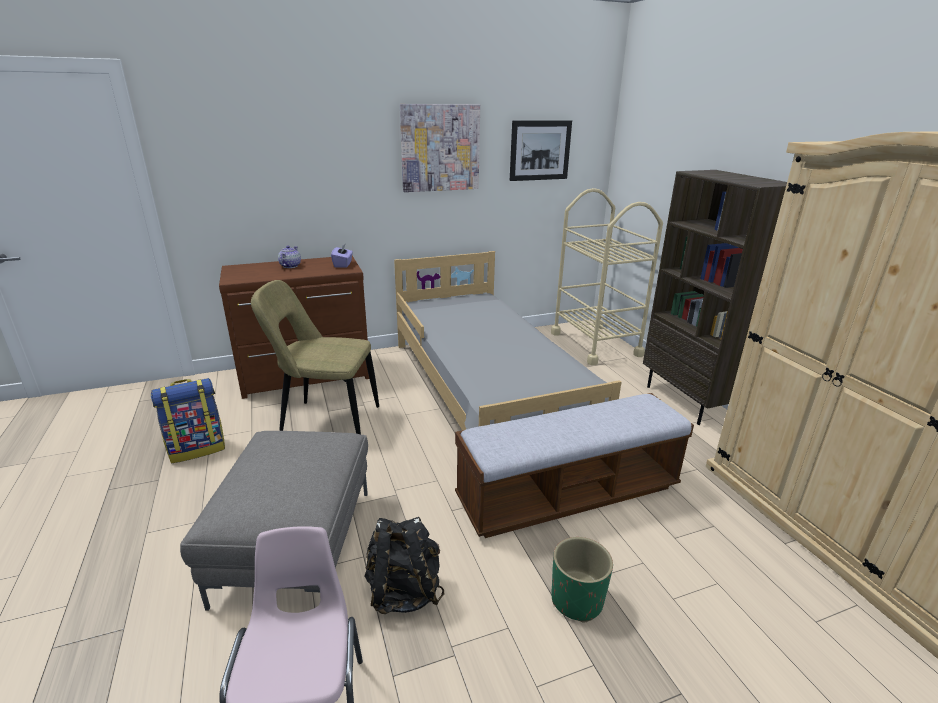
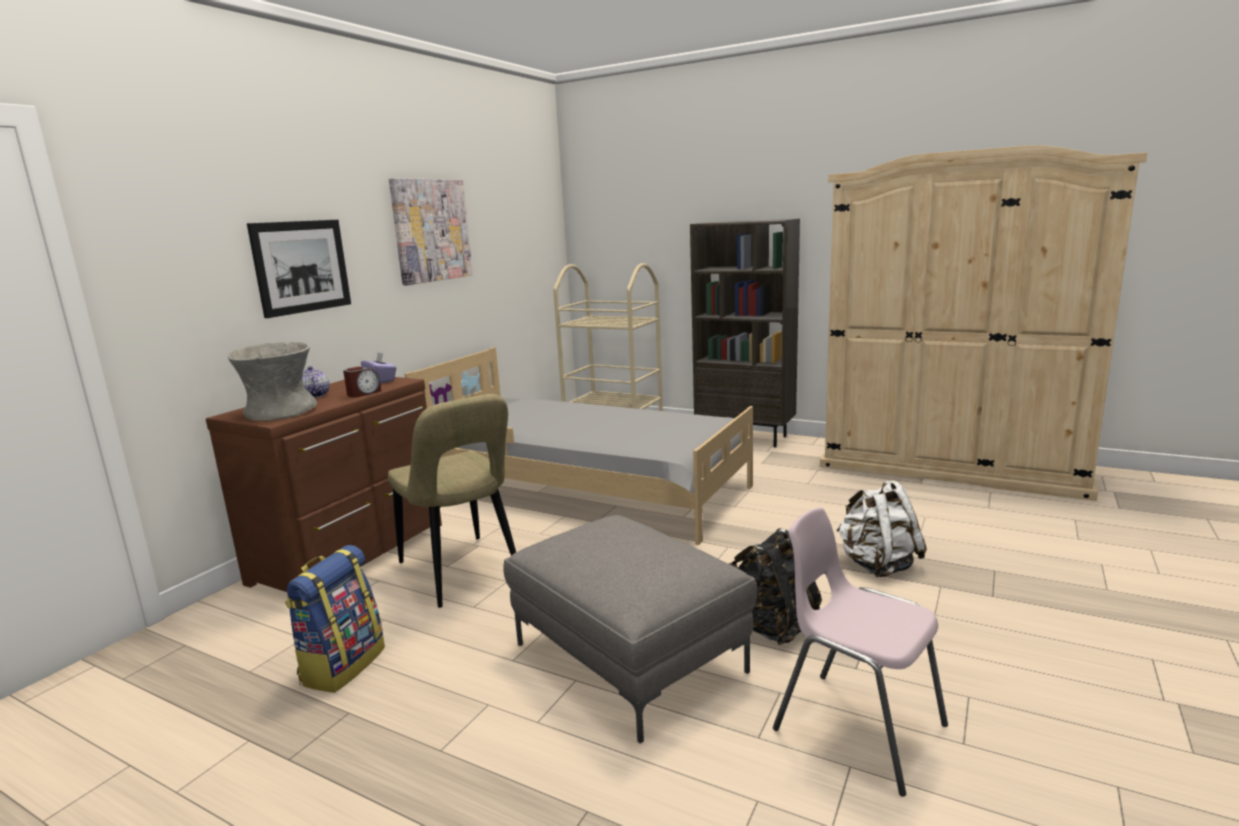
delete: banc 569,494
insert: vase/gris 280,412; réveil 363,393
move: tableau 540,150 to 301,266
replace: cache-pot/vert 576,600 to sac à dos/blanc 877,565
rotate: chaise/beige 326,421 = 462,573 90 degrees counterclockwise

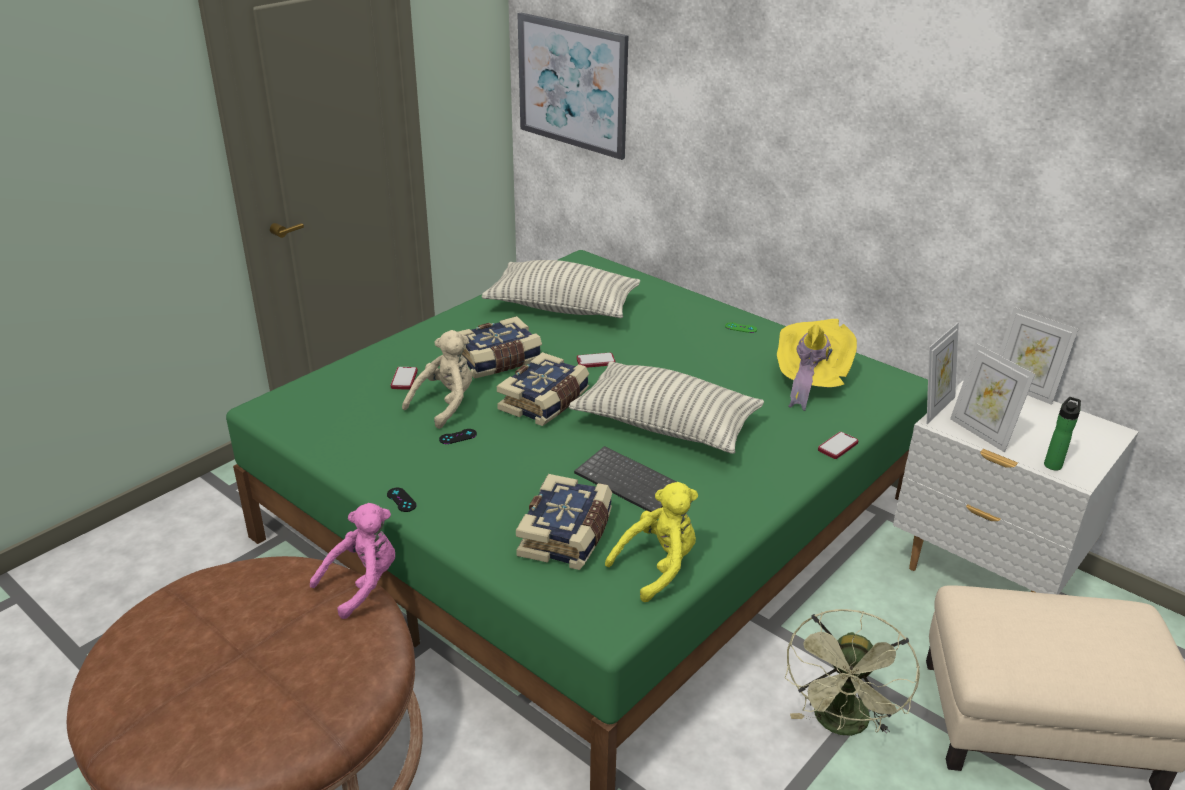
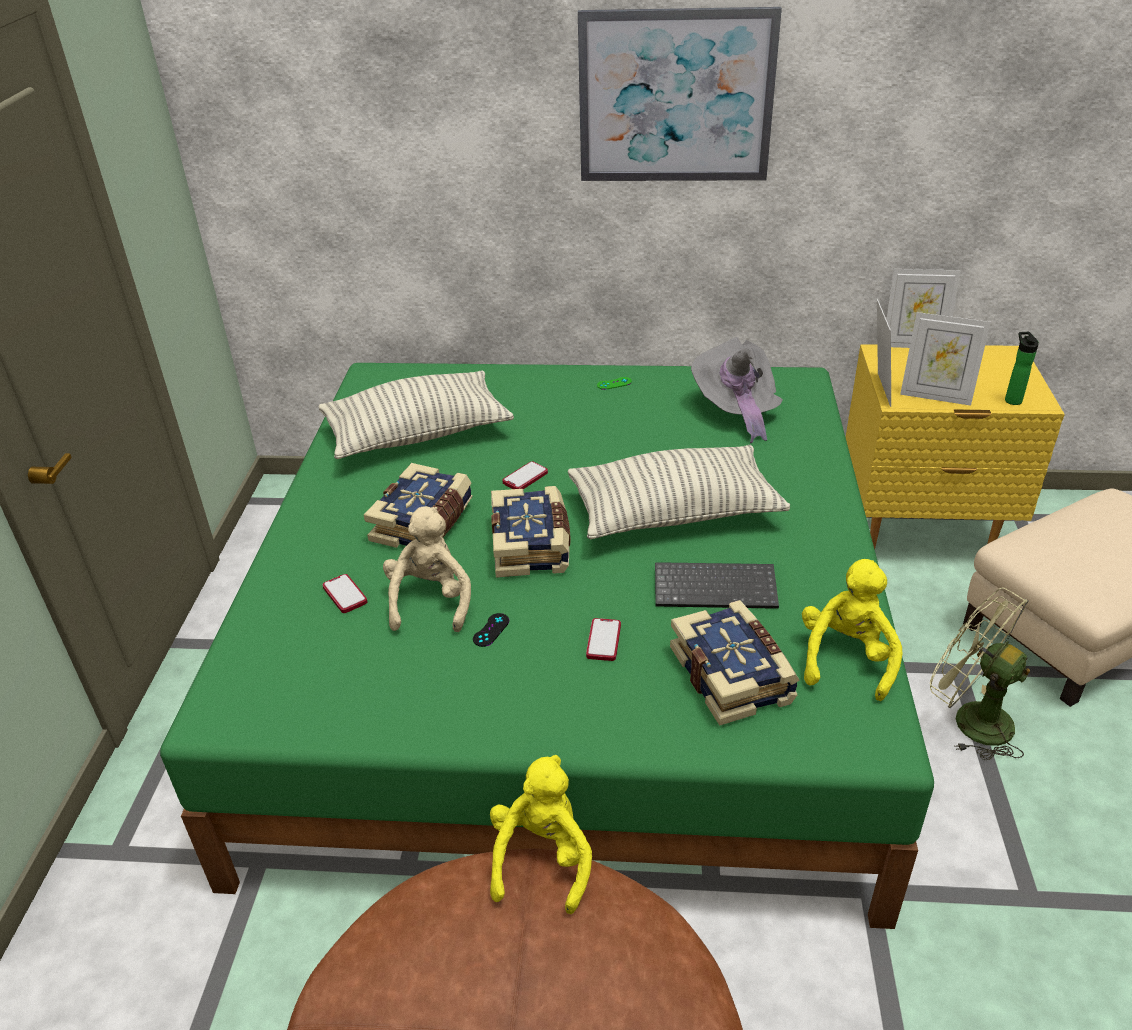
delete: manette/noir 401,500
move: tableau 572,85 to 675,97; téléphone 837,446 to 603,641
recolor: chapeau/jaune 809,382 to chapeau/gris 736,411; table de chevet/blanc 984,574 to table de chevet/jaune 922,527; peluche/rose 363,584 to peluche/jaune 542,859
rotate: ventilateur/vert 842,725 = 970,719 150 degrees clockwise

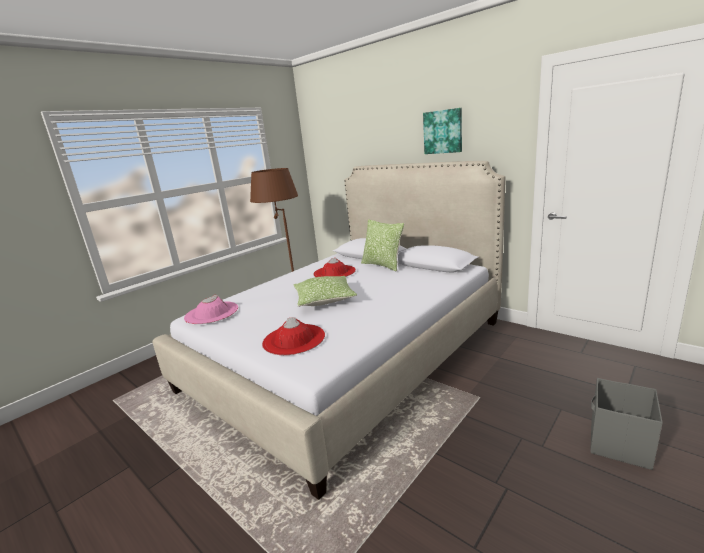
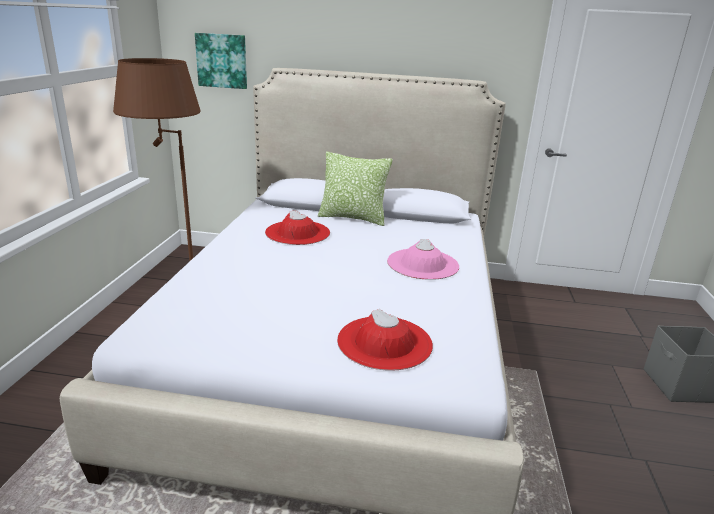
delete: coussin 324,299
move: tableau 443,131 to 222,60; chapeau/rose 211,313 to 422,264

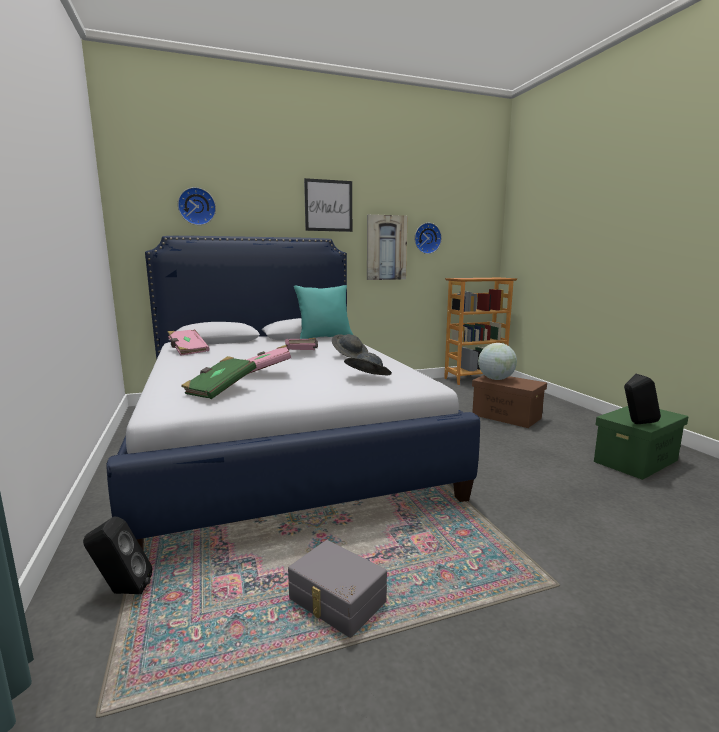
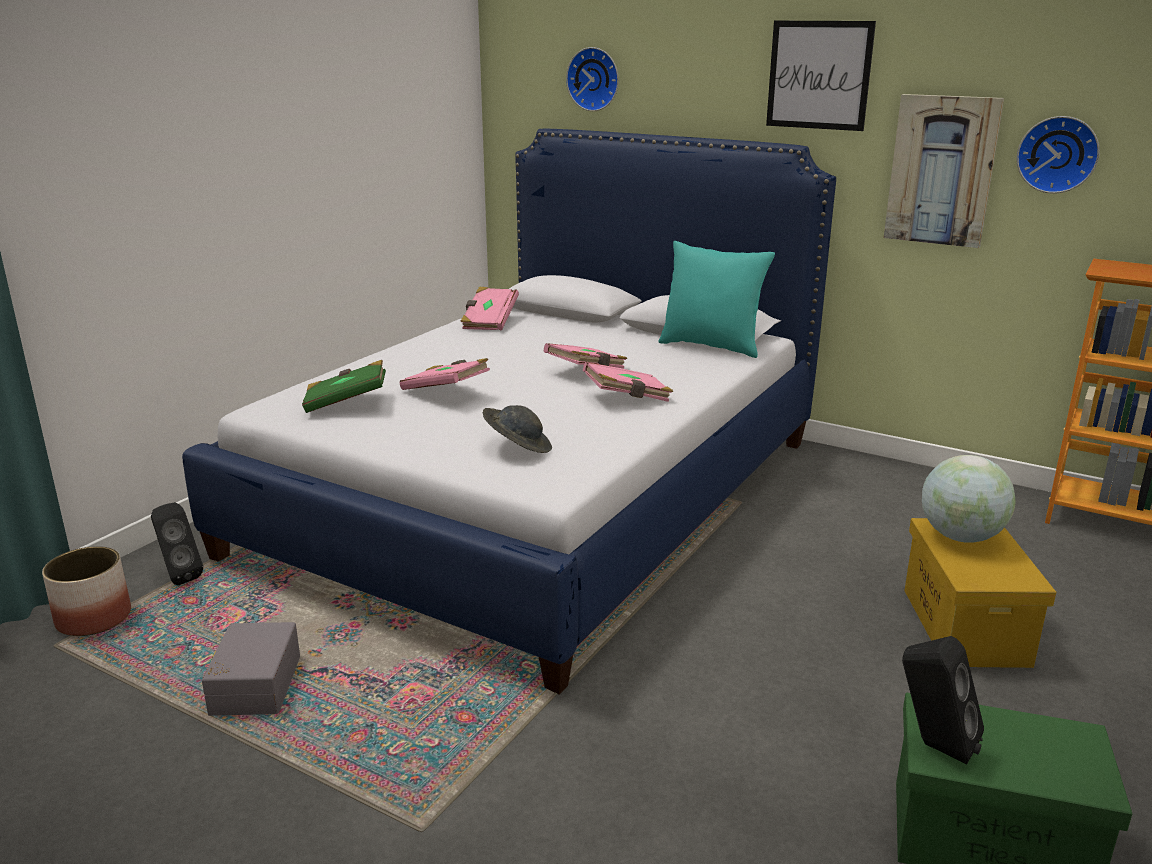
insert: cache-pot 93,618
replace: chapeau/gris 350,356 to livre/rose 627,398
recolor: boîte de rangement/marron 507,416 to boîte de rangement/jaune 966,627

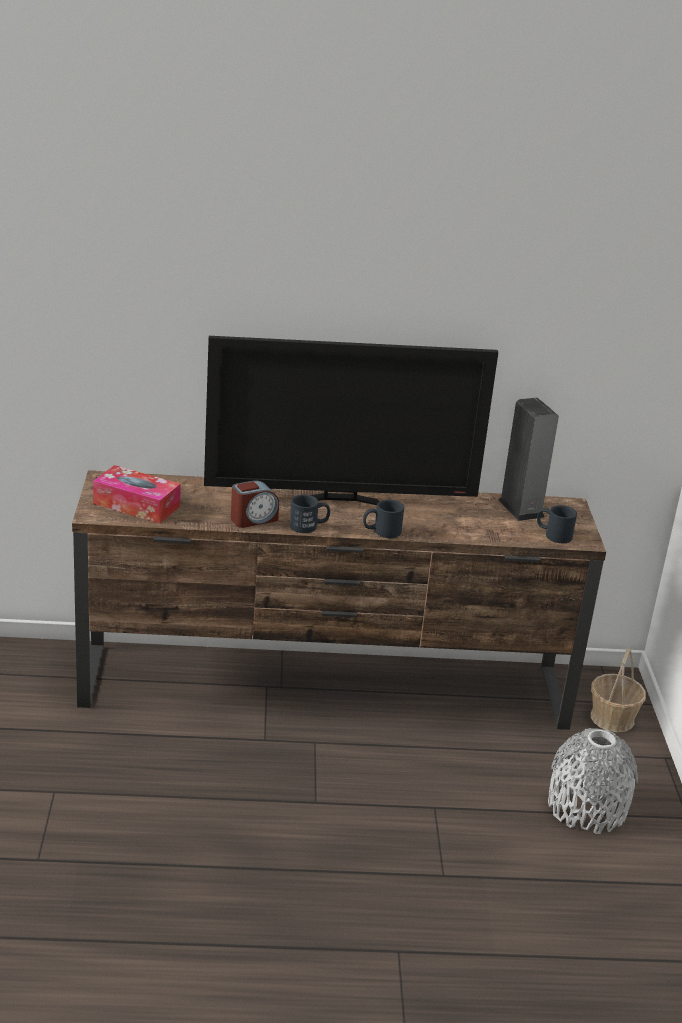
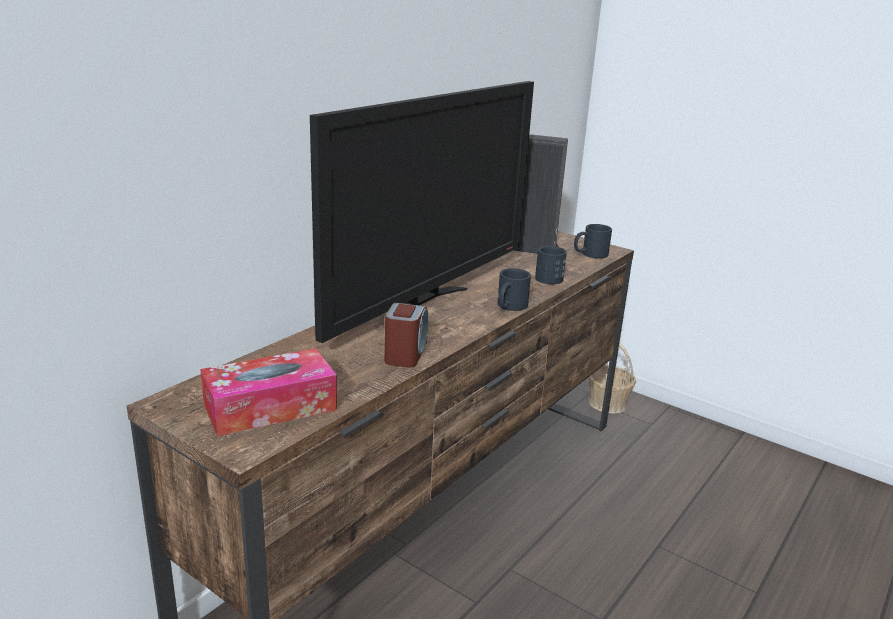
delete: vase/gris 587,807
move: mug/noir 309,526 to 551,277

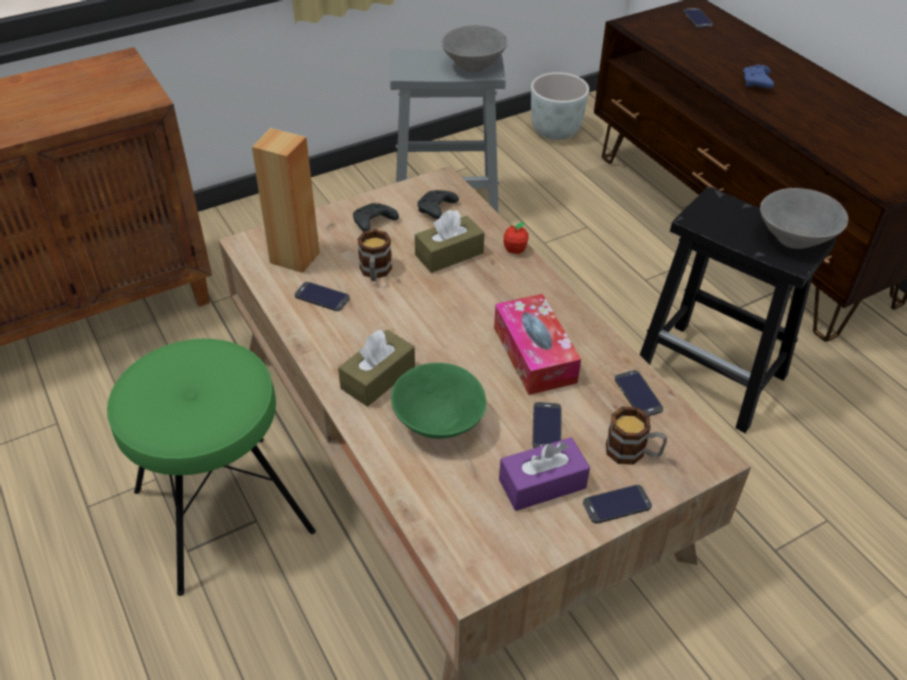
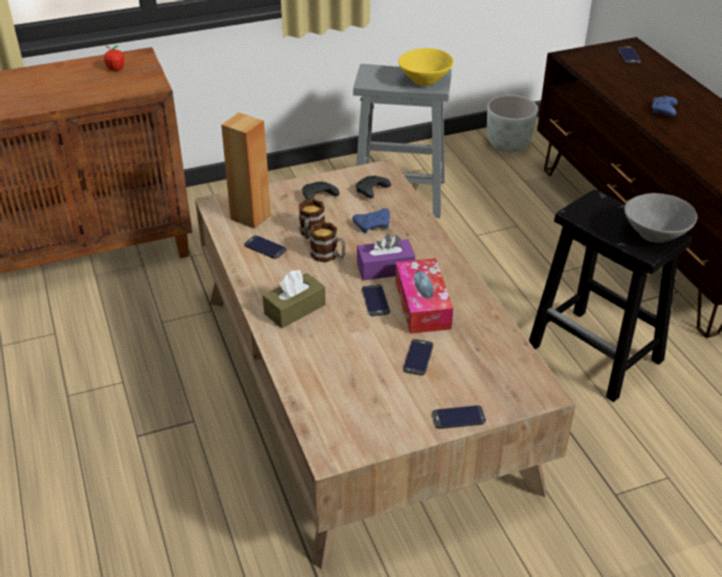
delete: tabouret/vert 223,511; bol/vert 439,424
move: pomme 515,250 to 116,69; téléphone 638,394 to 375,300; mug 633,452 to 329,256; boîte à mouchoirs/violet 542,484 to 385,268
replace: boîte à mouchoirs/marron 449,254 to manette/bleu 373,225
recolor: bol/gris 472,66 to bol/jaune 424,81

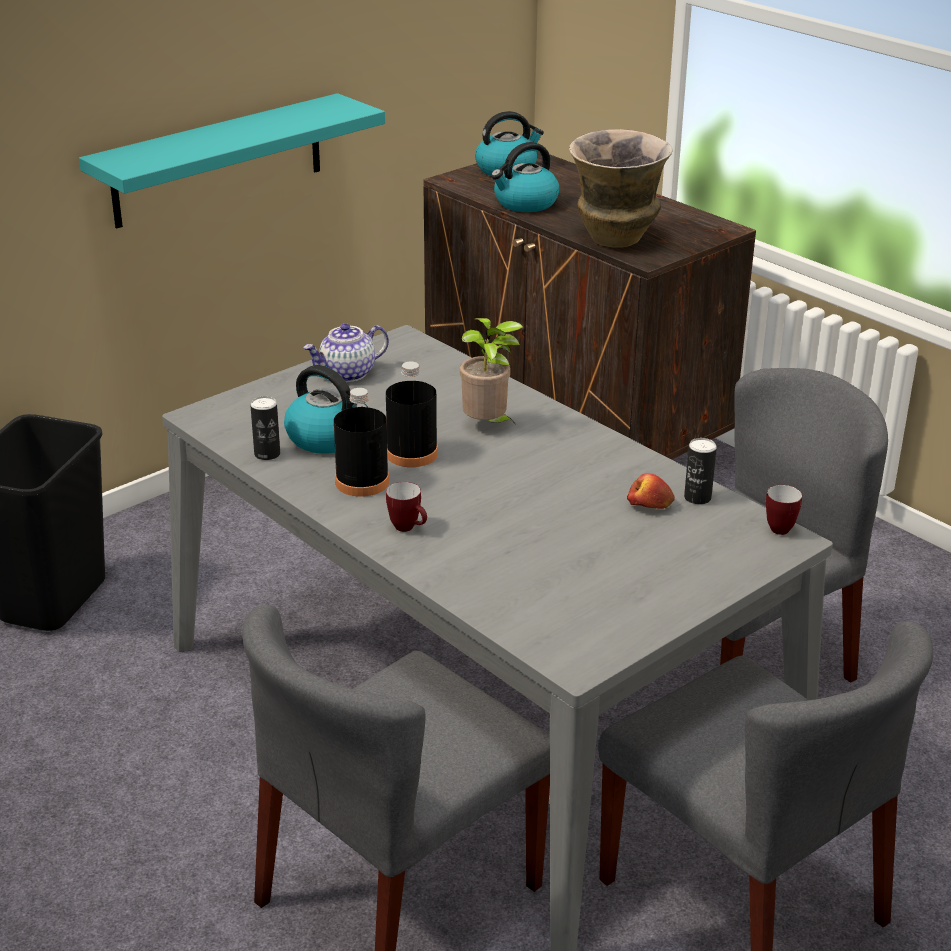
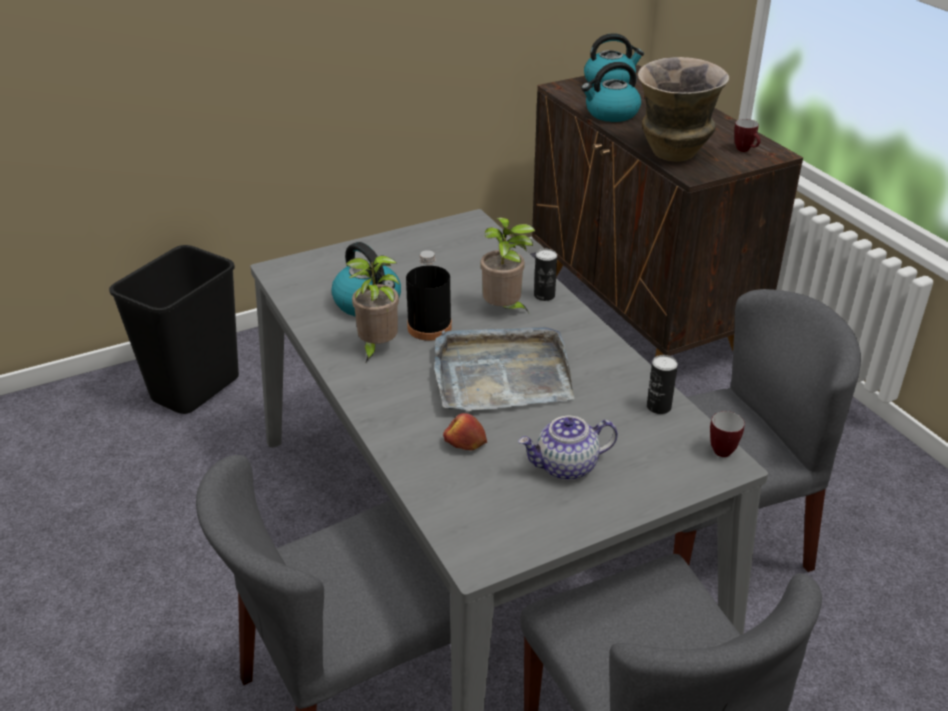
delete: étagère/turquoise 218,161
insert: plateau/gris 501,374
move: théière 347,374 to 566,467; boîte métallique 267,454 to 544,295; pomme 649,504 to 465,442; mug 408,528 to 745,150
replace: bouteille/noir 362,482 to plante en pot 376,348

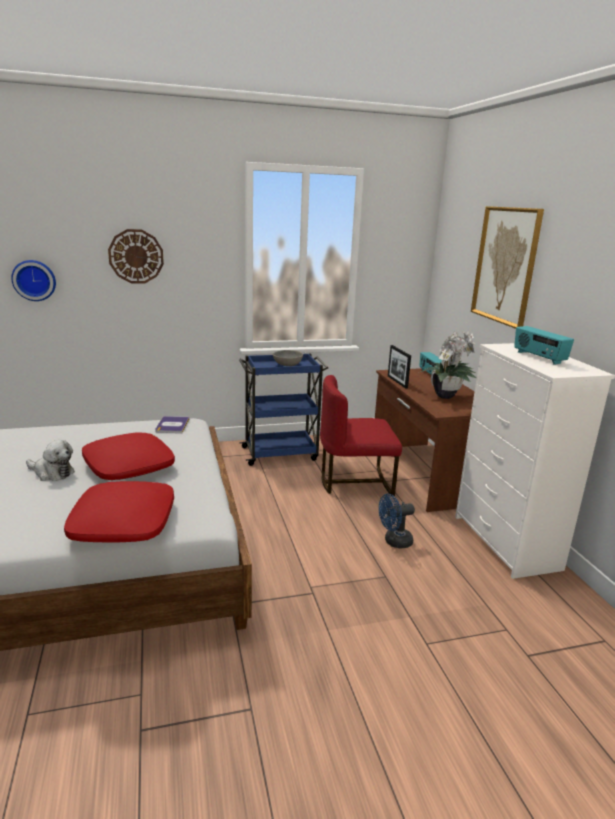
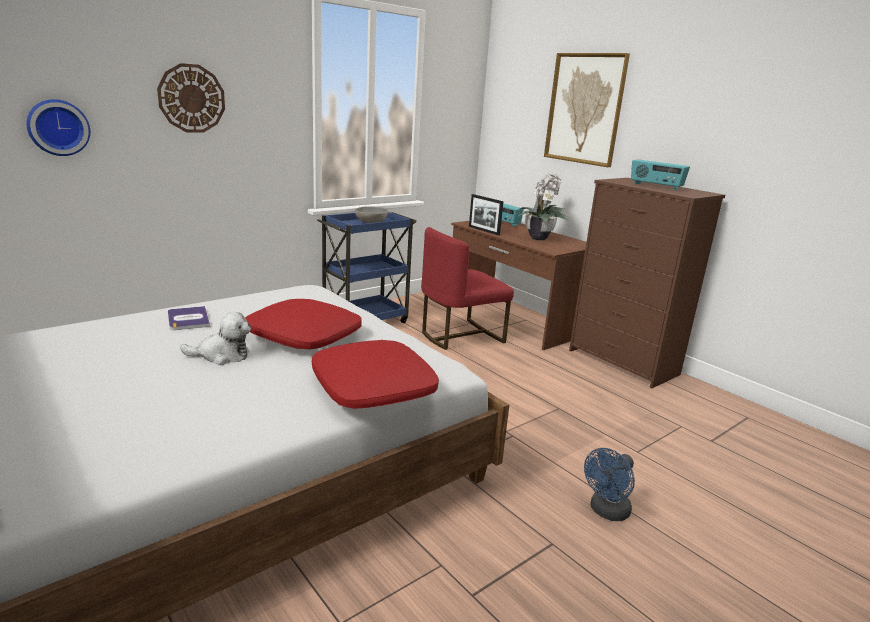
move: livre 172,425 to 188,319; ventilateur/bleu 394,542 to 606,512
recolor: commode/blanc 505,543 to commode/marron 623,363

